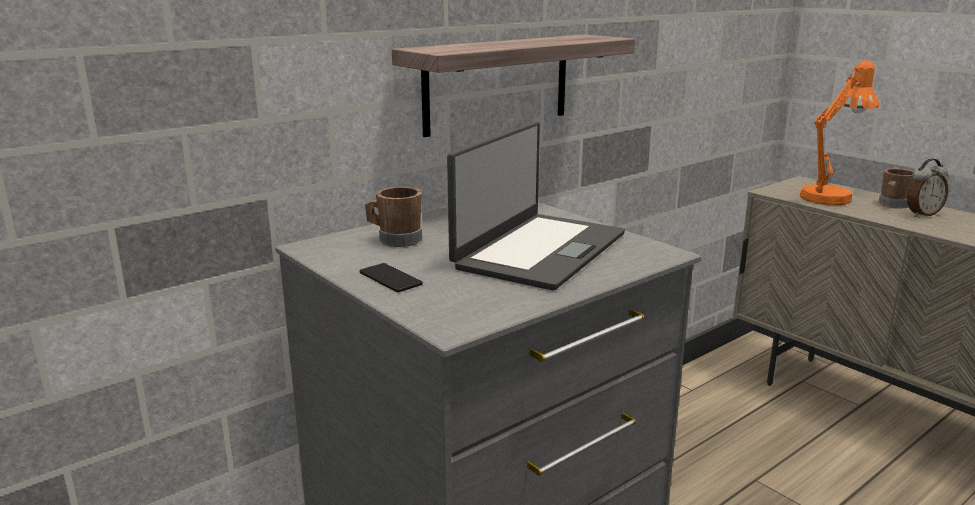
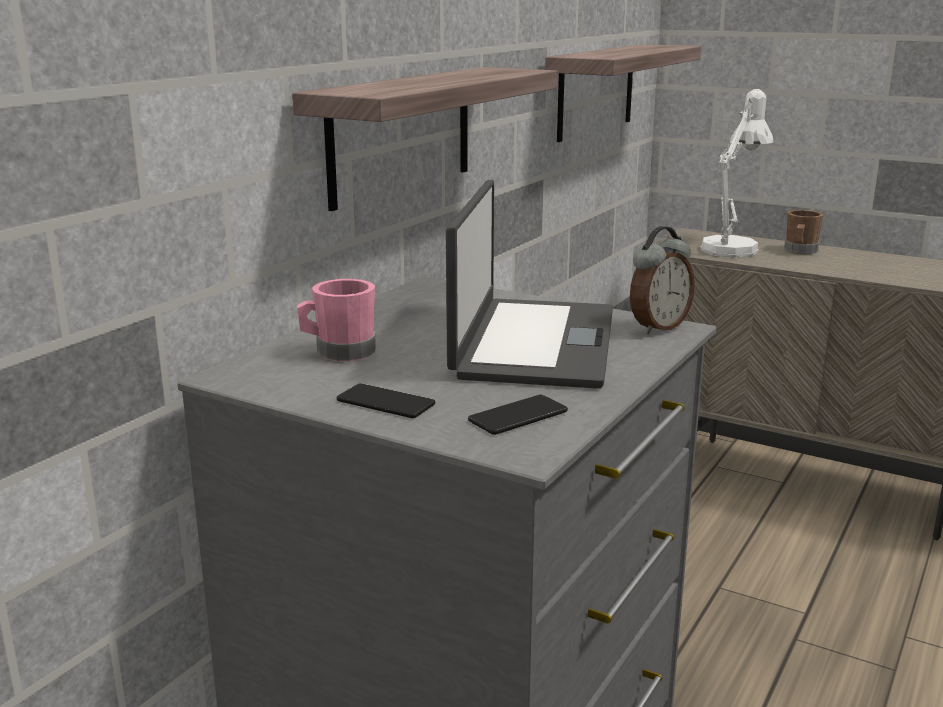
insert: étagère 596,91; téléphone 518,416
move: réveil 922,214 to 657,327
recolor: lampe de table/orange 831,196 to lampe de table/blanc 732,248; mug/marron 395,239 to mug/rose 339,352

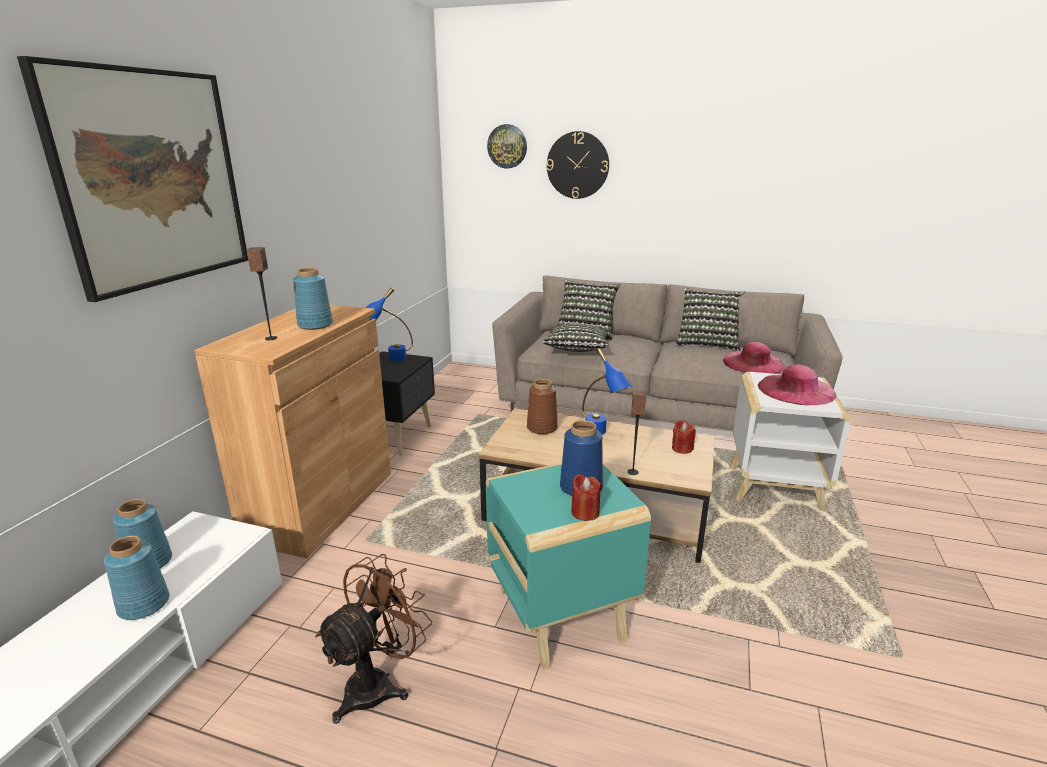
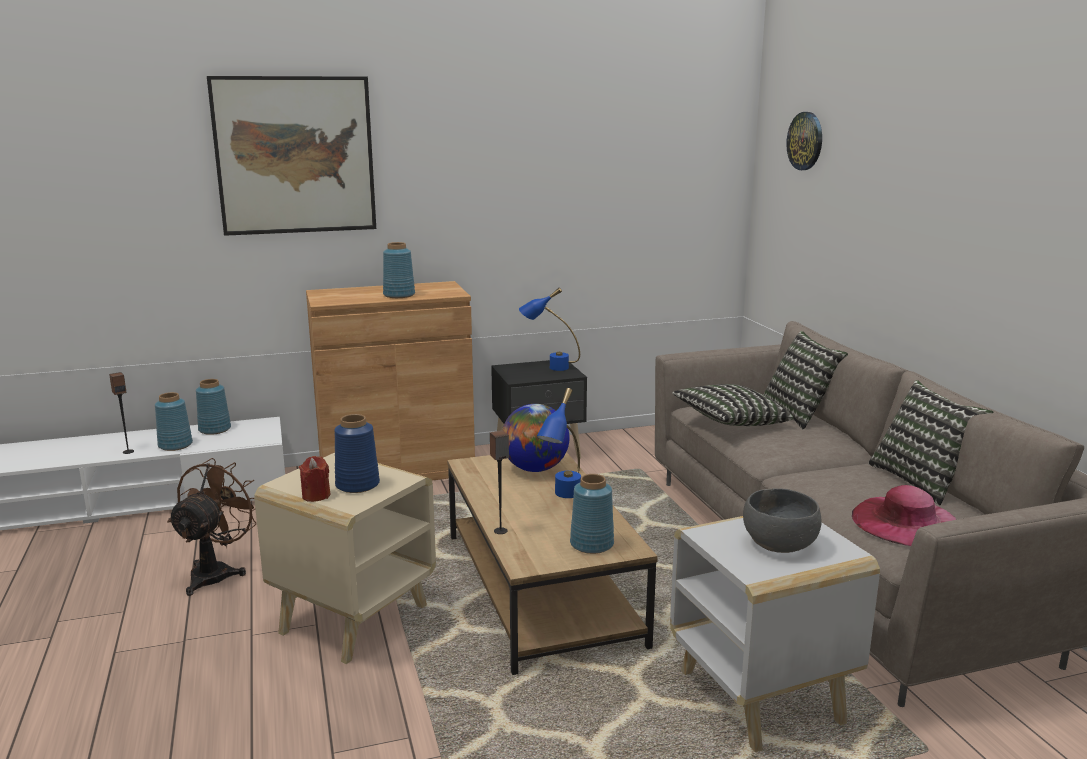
delete: horloge murale 577,165
move: enceinte 270,338 to 128,451
replace: chapeau/rose 796,390 to bol/gris 779,544; vase/marron 541,428 to globe 535,469; bougie/rouge 682,448 to vase/bleu 591,544
recolor: table d'appoint/turquoise 559,613 to table d'appoint/beige 355,618
rotate: ventilateur/marron 378,684 = 217,572 75 degrees counterclockwise

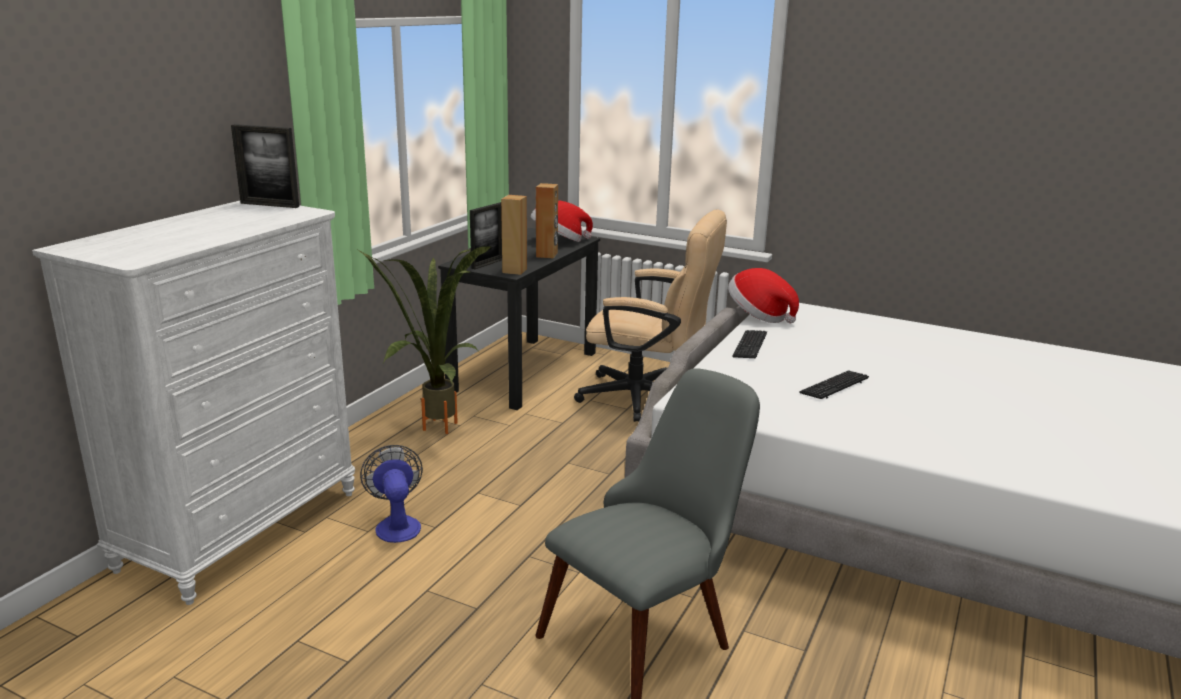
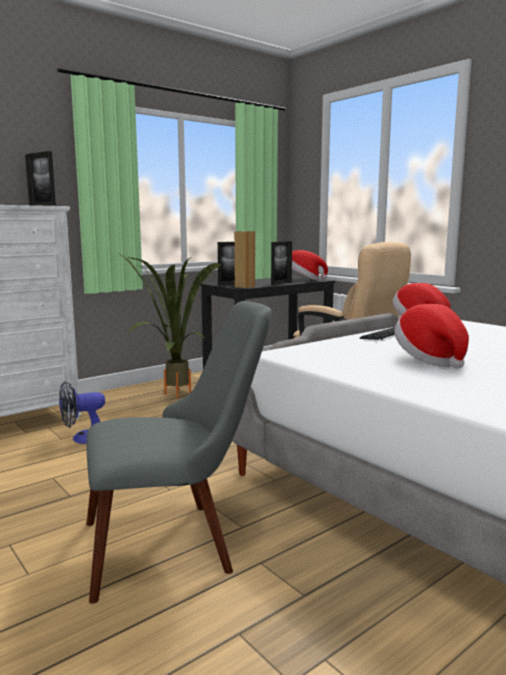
replace: enceinte/marron 547,255 to cadre photo 281,283; clavier 834,386 to chapeau 430,359
rotate: ventilateur 396,524 = 83,438 120 degrees counterclockwise

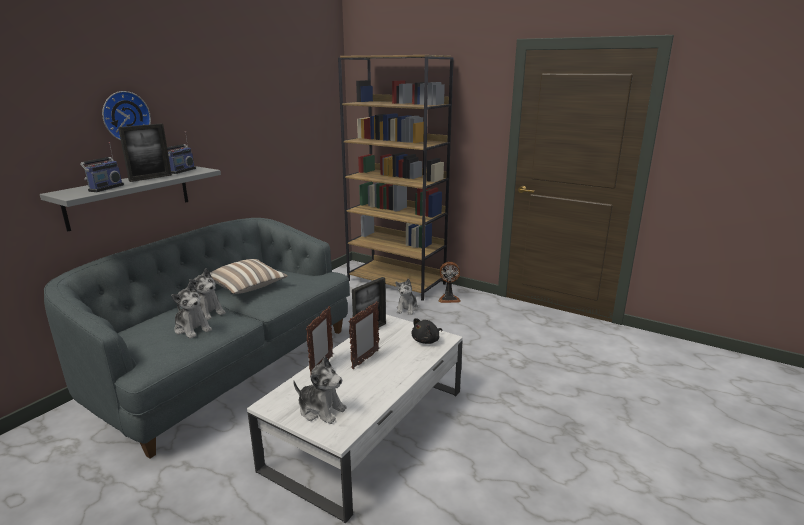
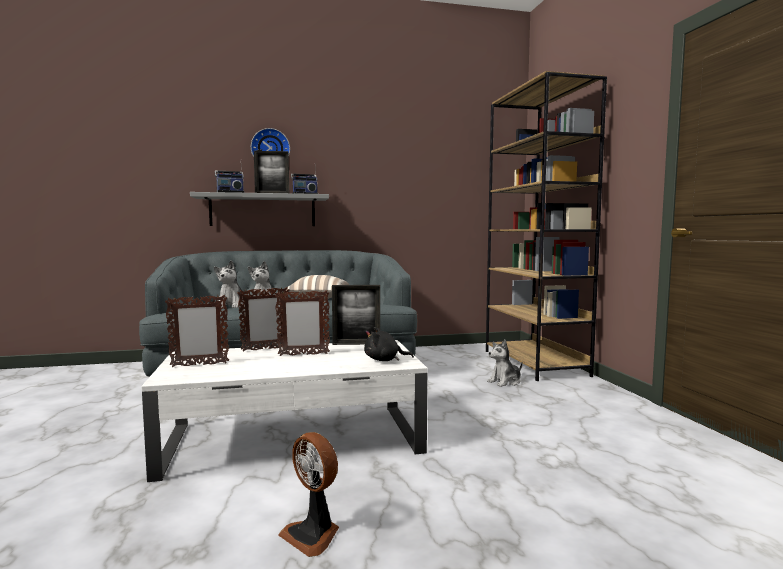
move: ventilateur 448,298 to 313,535
replace: peluche 321,410 to cadre photo 199,365

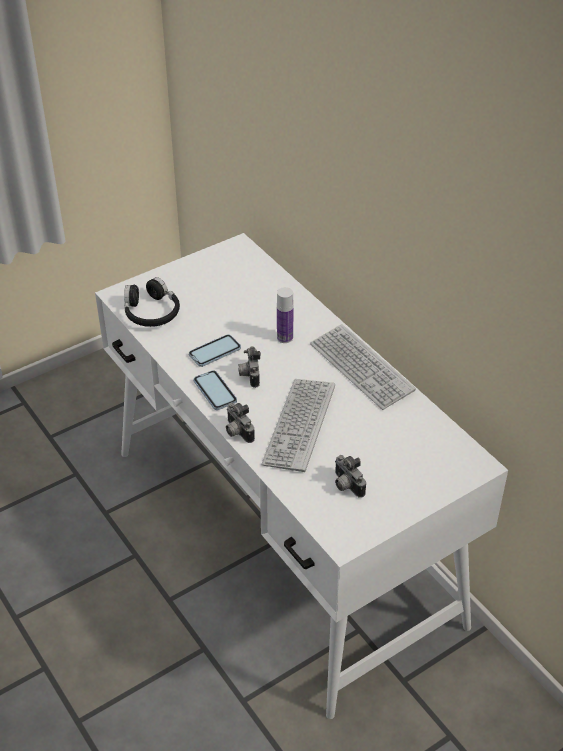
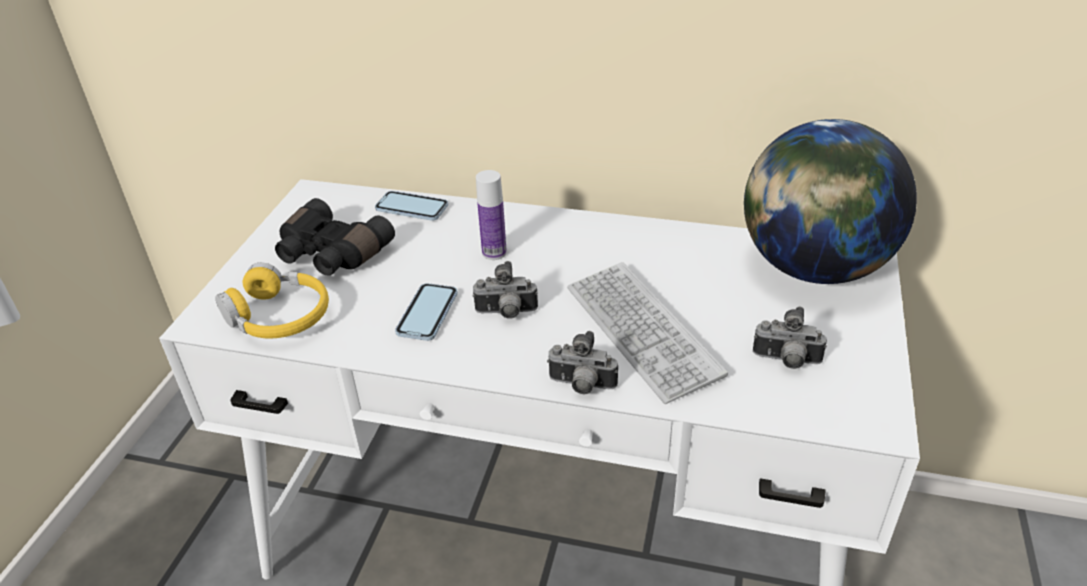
delete: clavier 361,368
insert: globe 813,268; jumelles/noir 330,254
move: téléphone 215,391 to 412,208
recolor: casque audio/noir 151,312 to casque audio/jaune 279,317
rotate: appareil photo 249,375 = 506,313 45 degrees counterclockwise

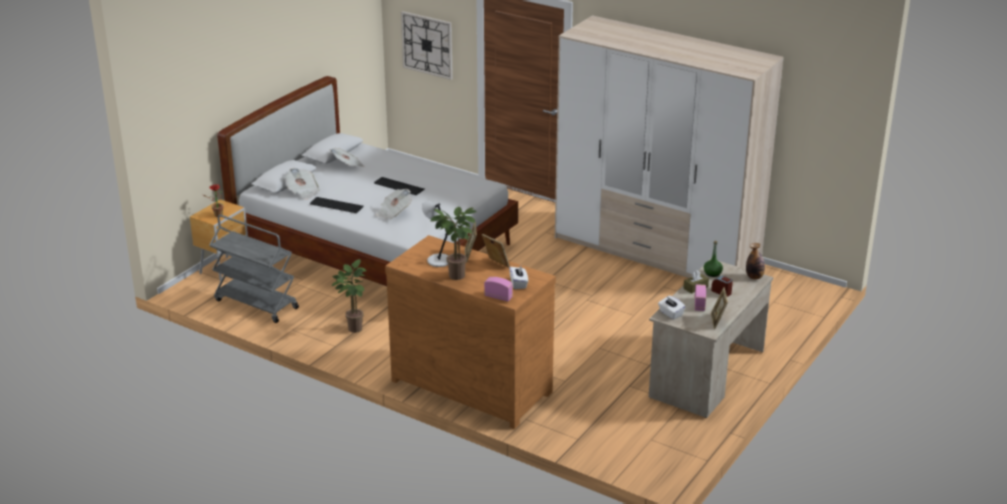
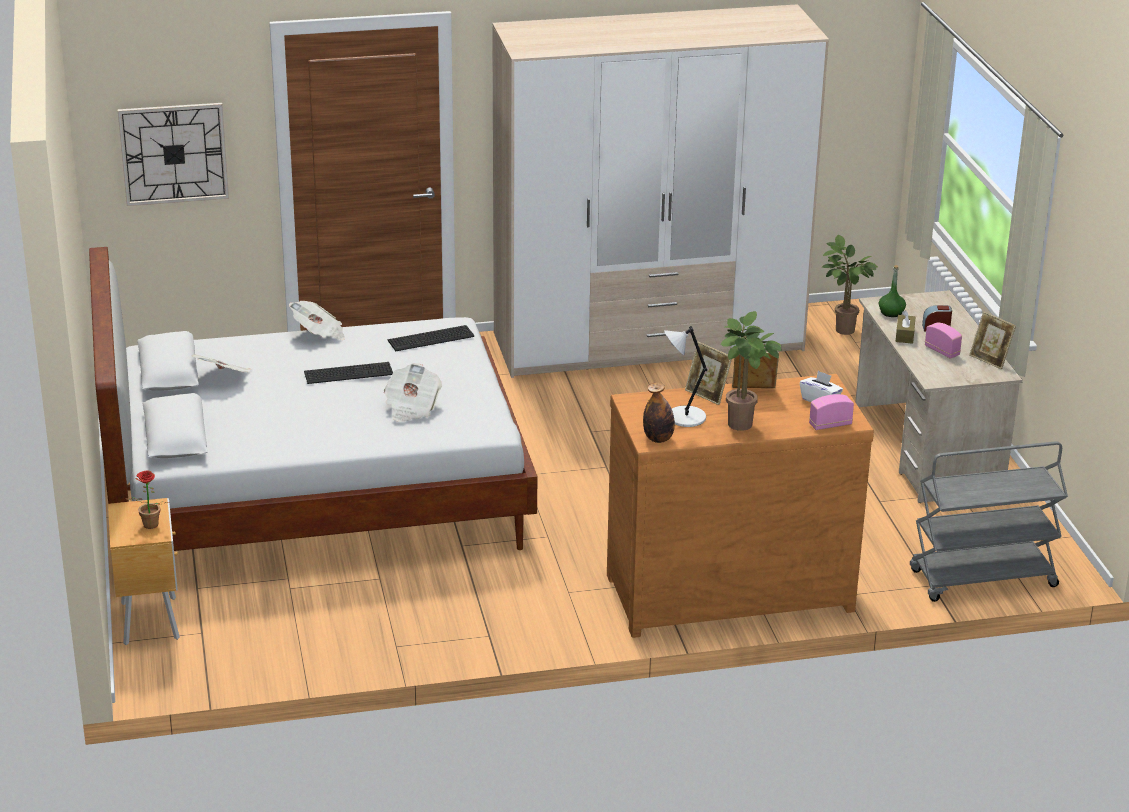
delete: boîte à mouchoirs/blanc 670,313
move: journal 302,192 to 319,334; clavier 336,205 to 432,339; chariot/gris 255,304 to 982,579; bouteille 754,277 to 658,439; plante en pot 353,327 to 841,330

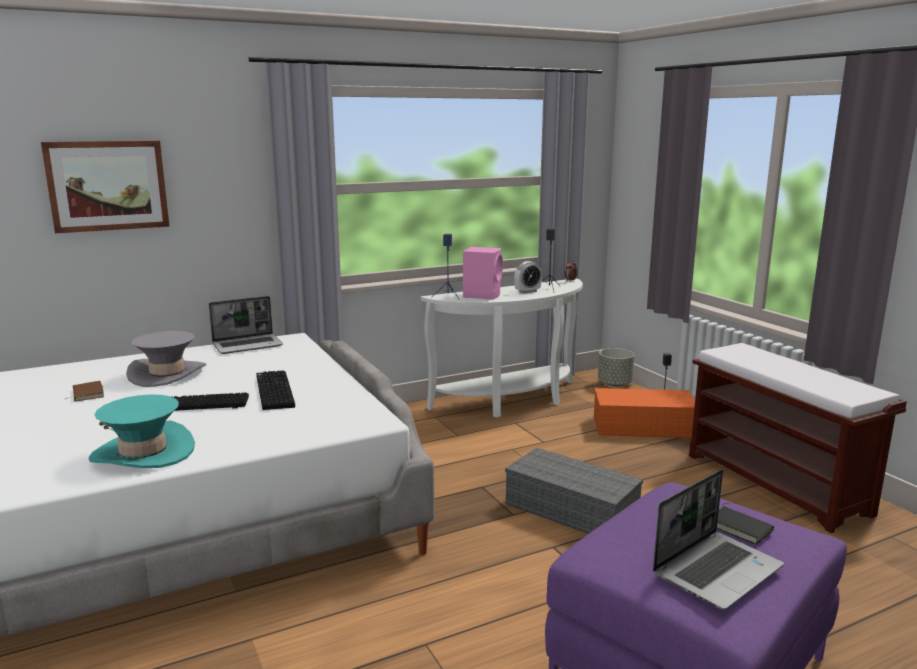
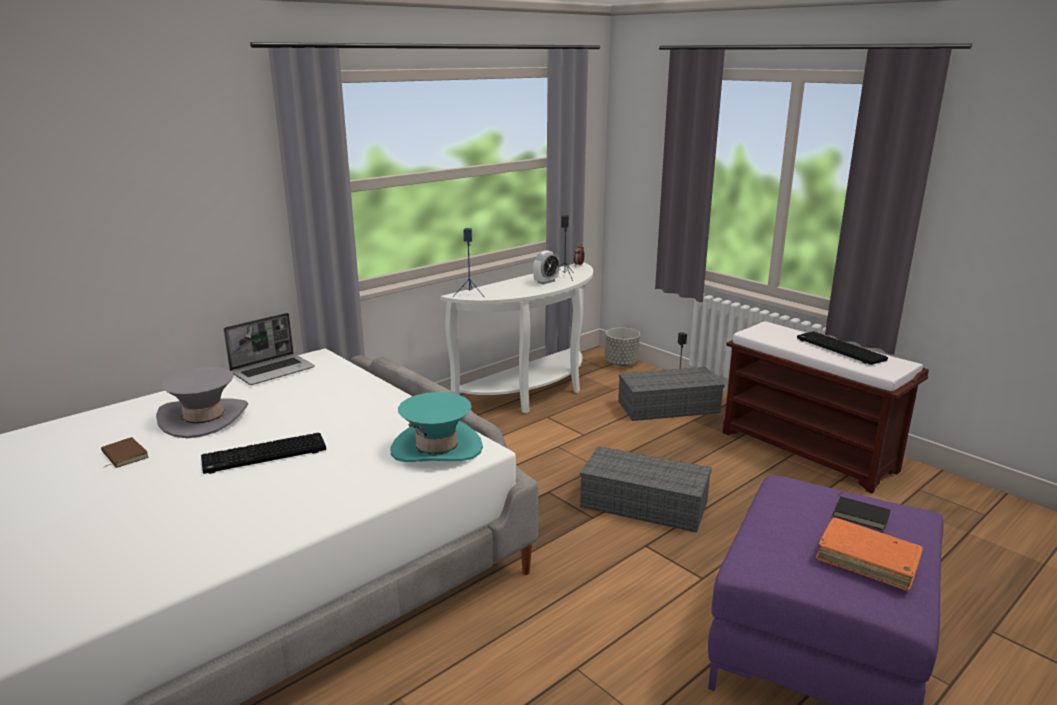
delete: tableau 107,185; enceinte/rose 482,295
move: clavier 273,391 to 838,349; chapeau/turquoise 143,453 to 436,448
replace: ordinateur portable 717,570 to livre/orange 867,561
recolor: boîte de rangement/orange 644,426 to boîte de rangement/gris 669,406

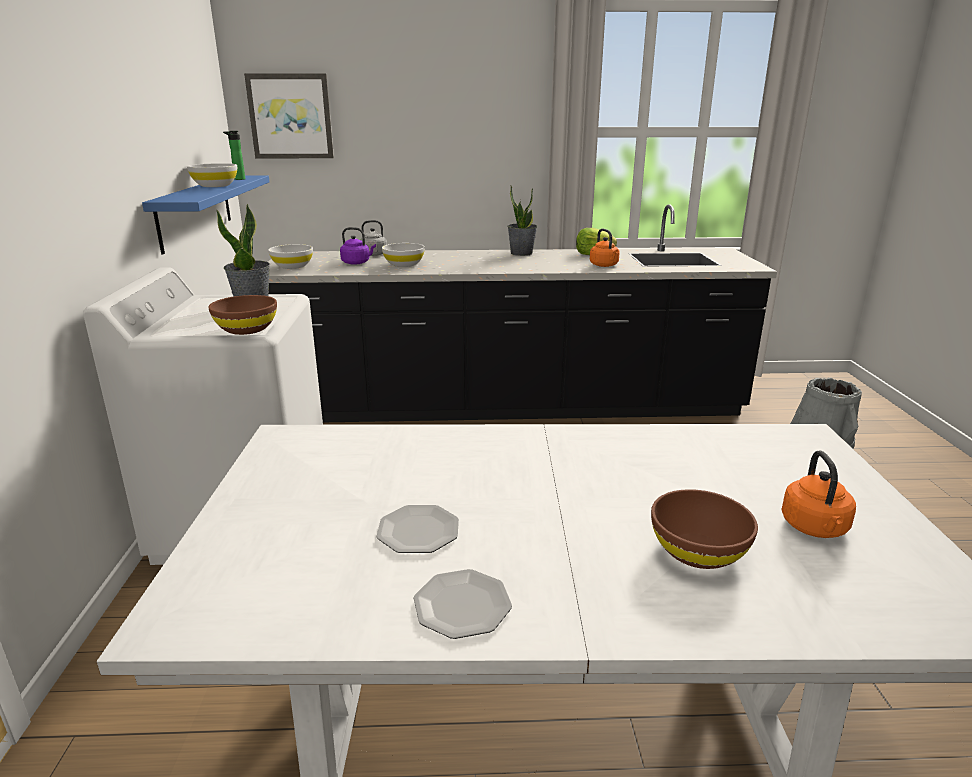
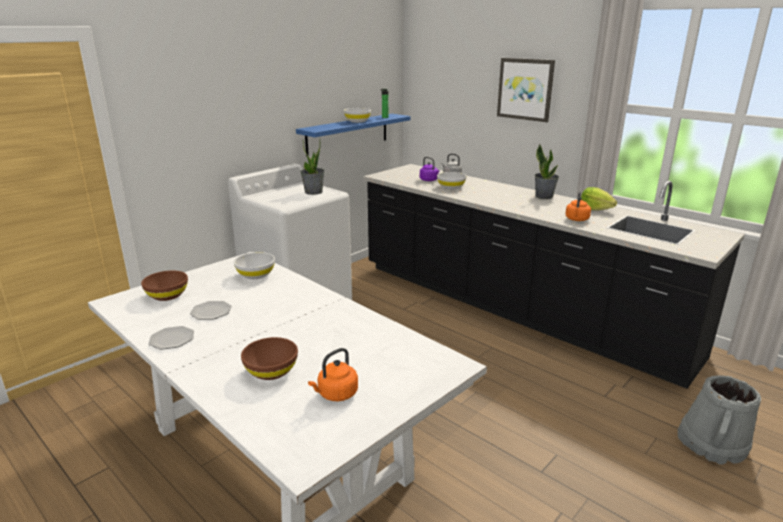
move: tableau 290,116 to 525,89; bol/blanc 292,266 to 256,275; bol/marron 247,329 to 167,295

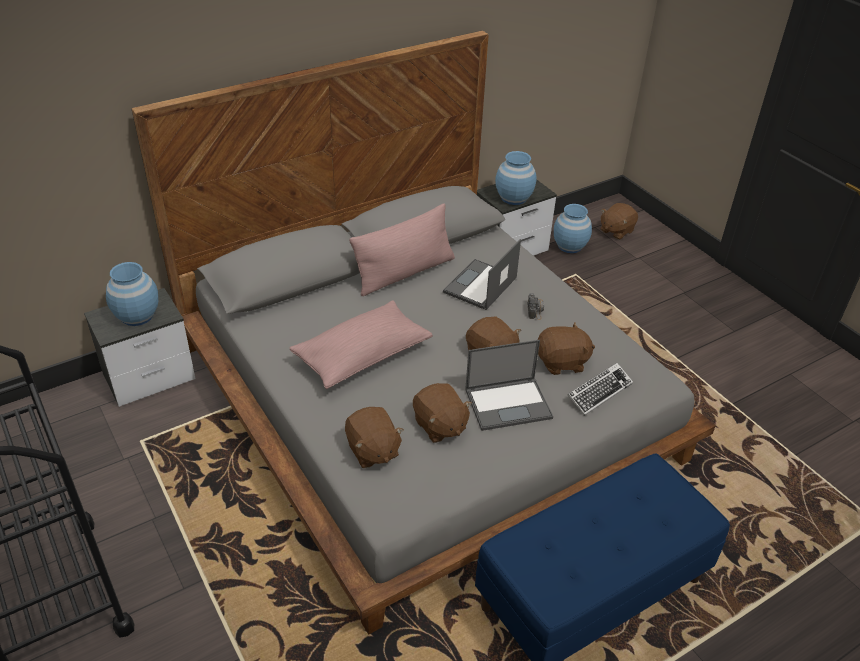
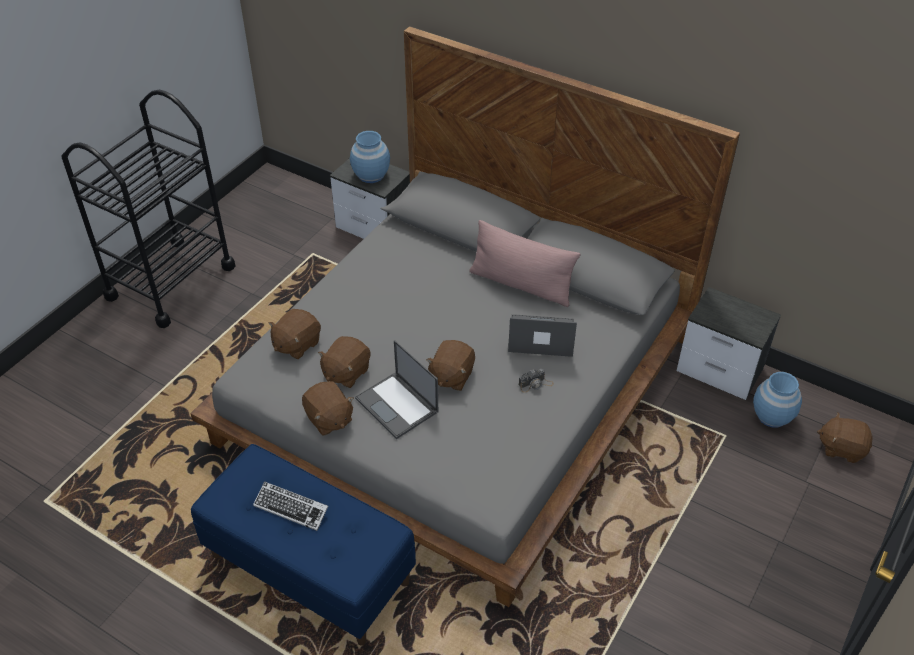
delete: vase/bleu 513,198; coussin/rose 362,356
move: peluche/marron 562,363 to 329,419; clavier 599,392 to 291,508

